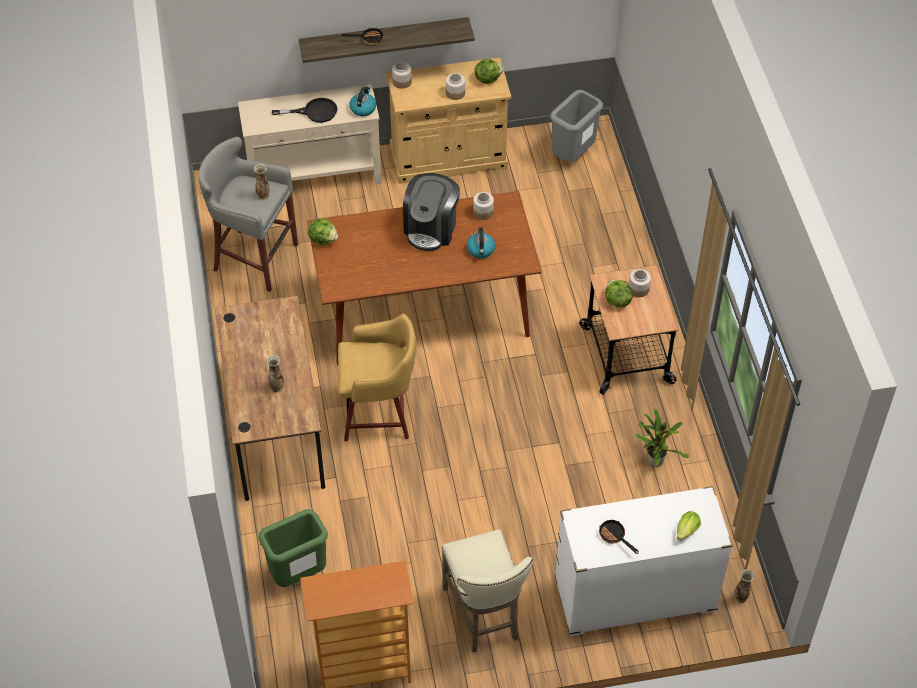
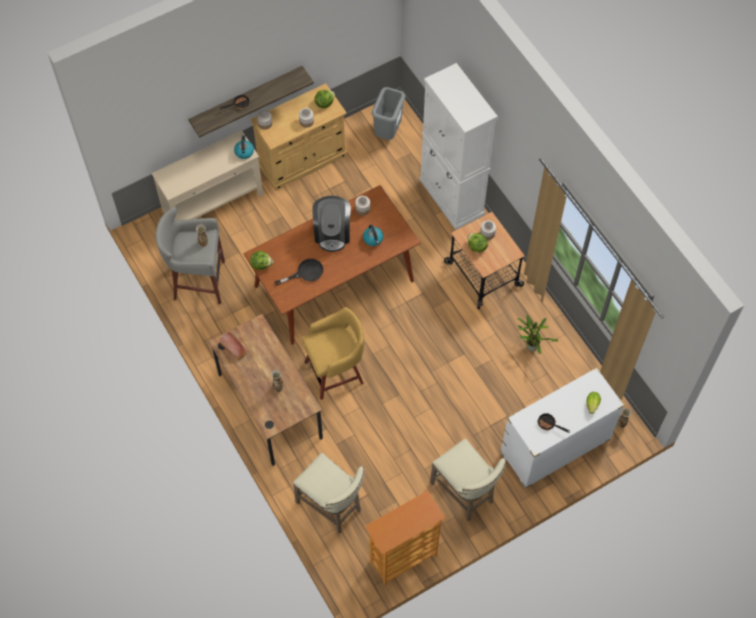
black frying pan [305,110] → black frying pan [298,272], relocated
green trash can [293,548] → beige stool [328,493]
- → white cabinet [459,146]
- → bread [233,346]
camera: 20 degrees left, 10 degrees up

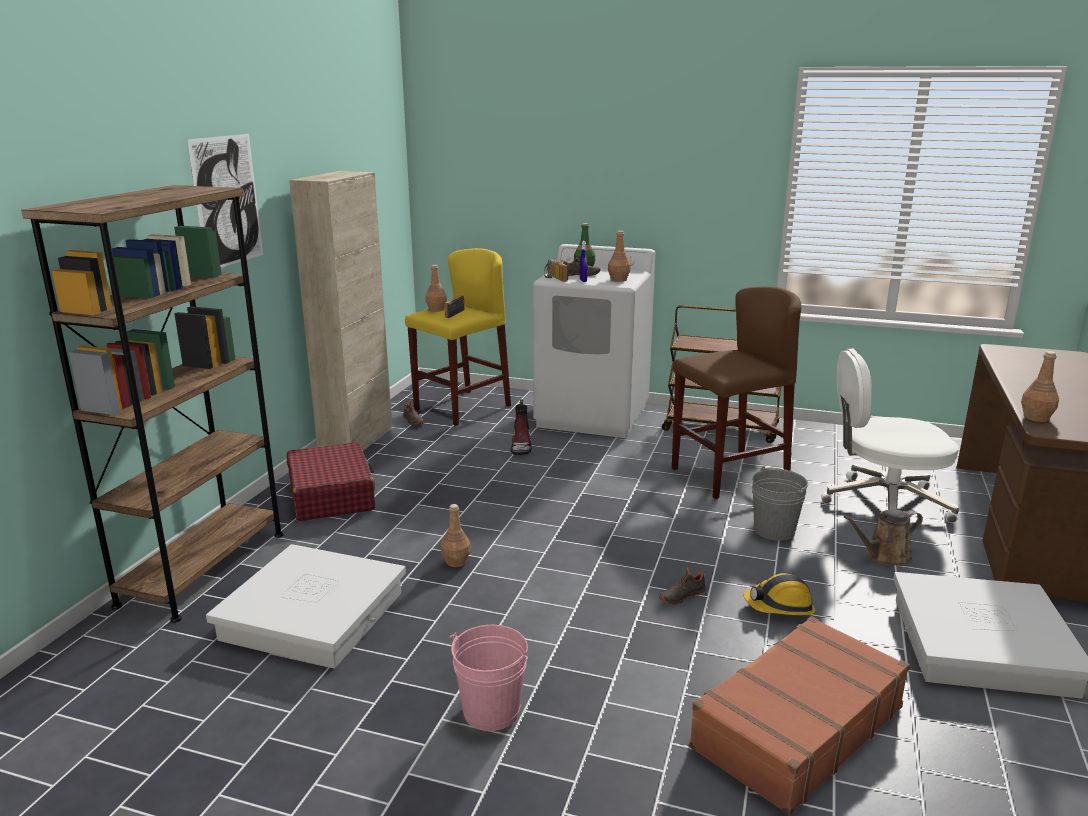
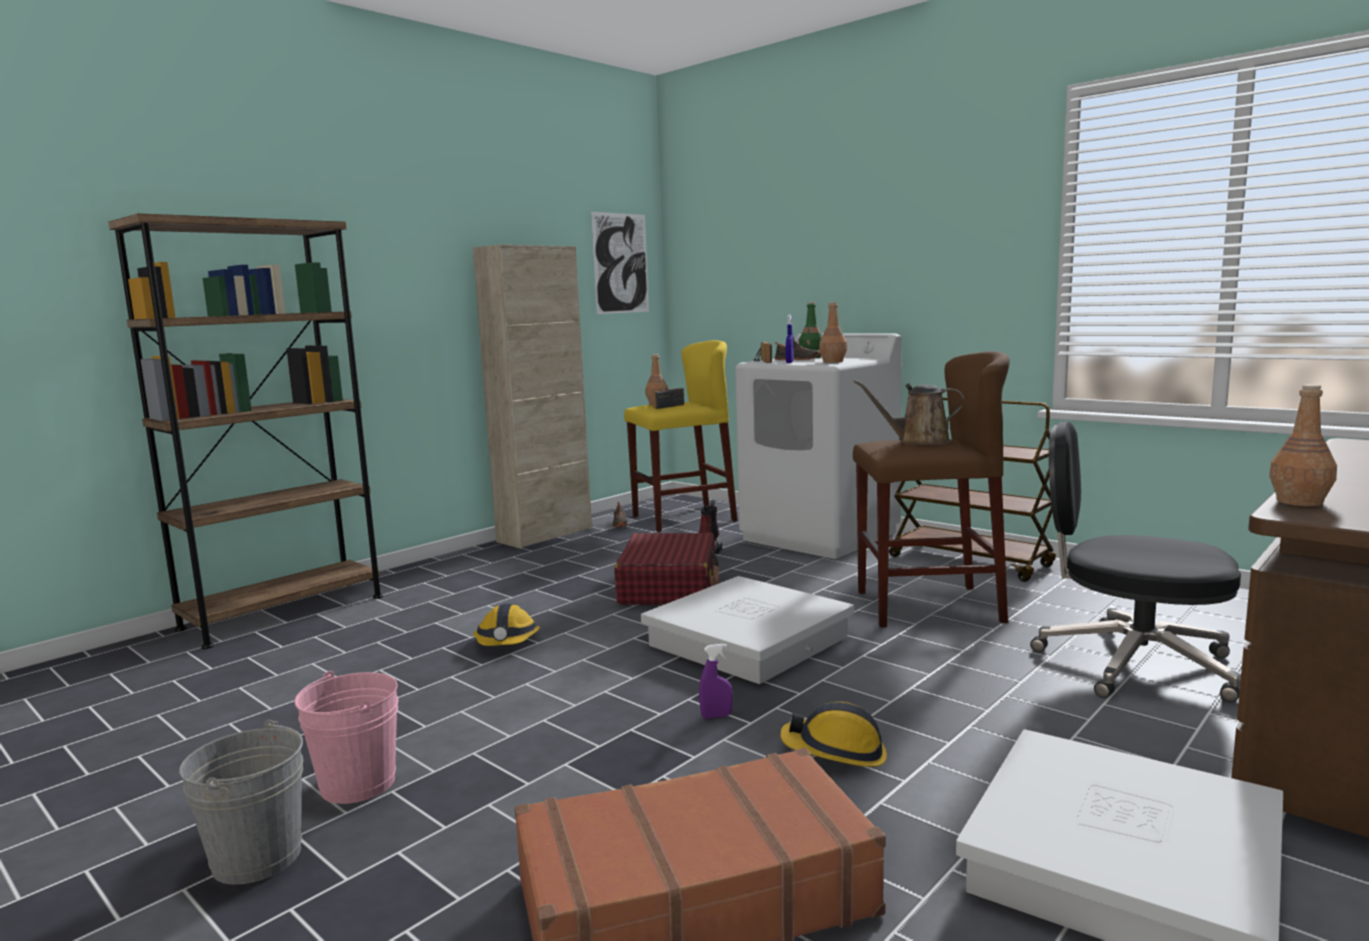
picture [225,201] → picture [620,263], relocated
white office chair [890,435] → black office chair [1135,562]
red suitcase [331,481] → red suitcase [667,569], relocated
grey bucket [780,503] → grey bucket [241,802], relocated
brown bottle [456,535] → hard hat [506,625]
brown watering can [883,537] → brown watering can [908,412], relocated
white storage box [306,606] → white storage box [747,630], relocated
black shoe [682,586] → purple spray bottle [716,681]
camera: 25 degrees right, 10 degrees down

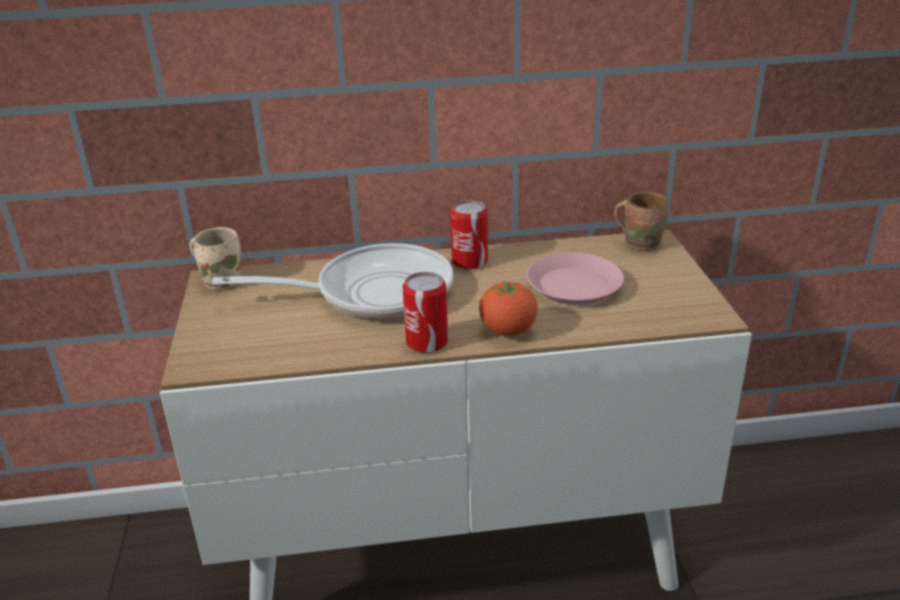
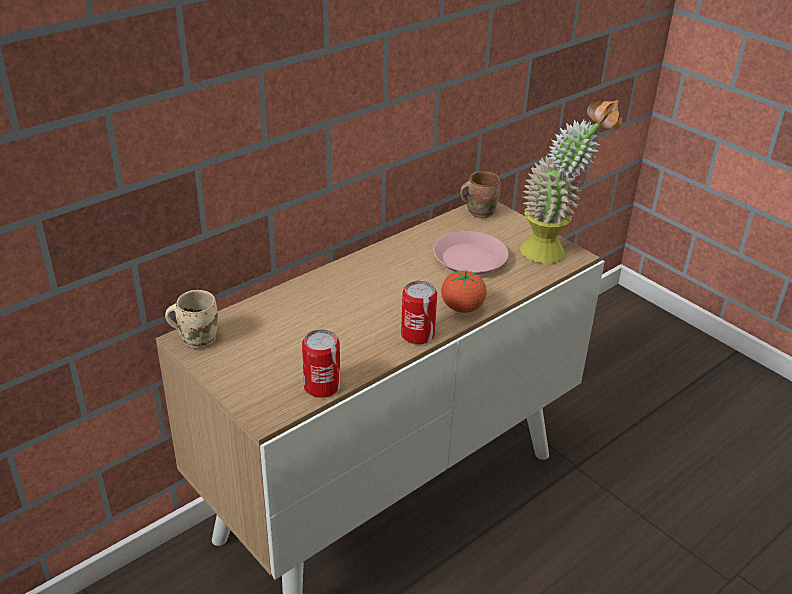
can [469,235] → can [321,363], relocated
frying pan [333,281] → -
- → potted plant [571,181]
camera: 35 degrees left, 5 degrees up

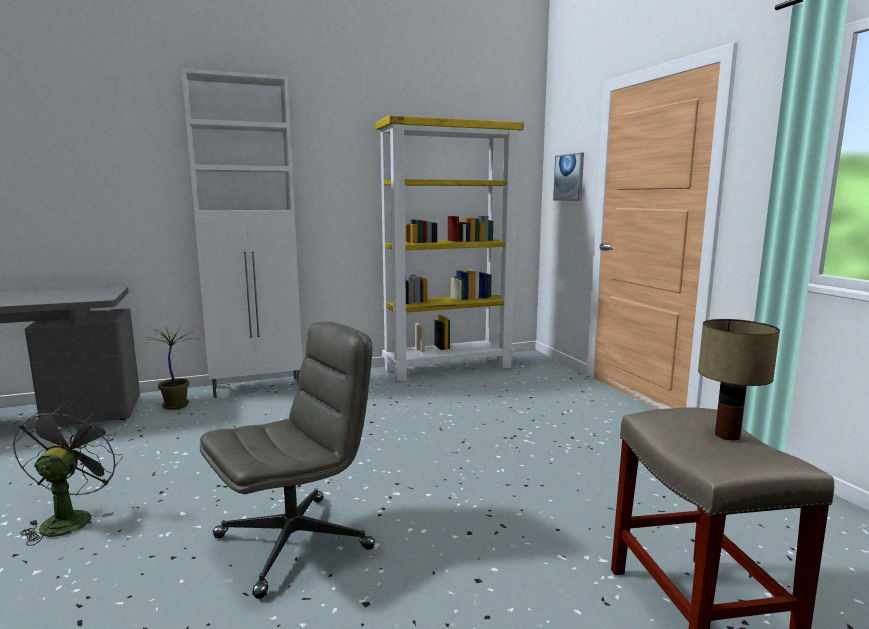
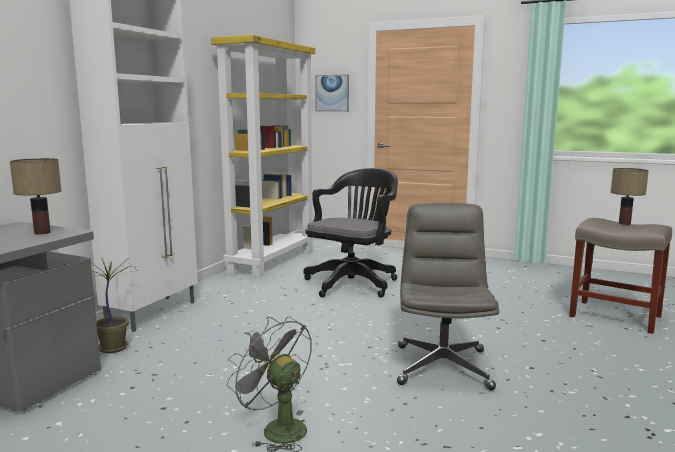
- → table lamp [36,196]
- → black office chair [350,232]
camera: 45 degrees left, 0 degrees up

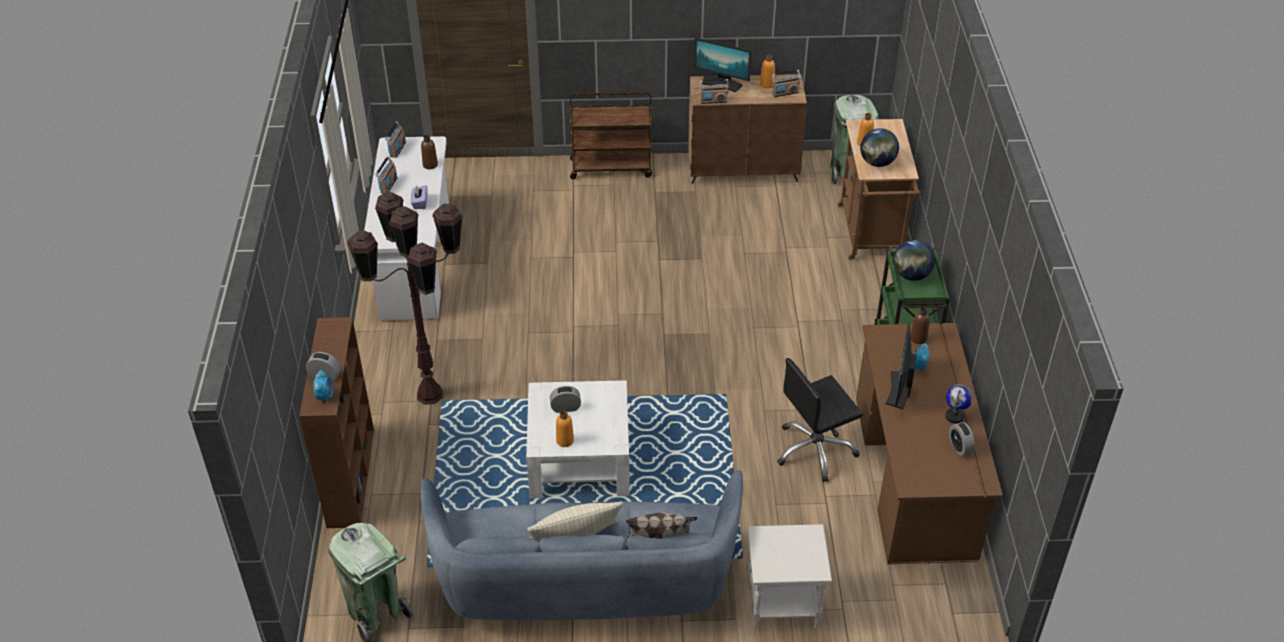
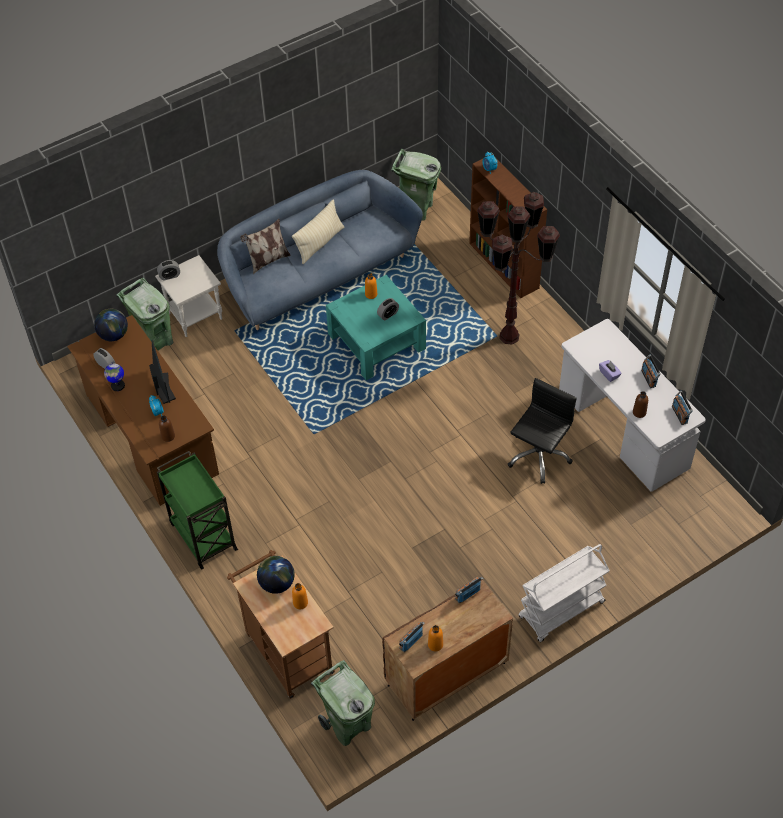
monitor [723,65] → -
brown cart [611,135] → white cart [564,593]
globe [914,260] → globe [111,325], relocated
alarm clock [323,367] → alarm clock [168,270], relocated
black office chair [820,420] → black office chair [542,431], relocated
white coffee table [578,439] → turquoise coffee table [376,327]
- → green trash can [145,314]
camera: 150 degrees right, 10 degrees up

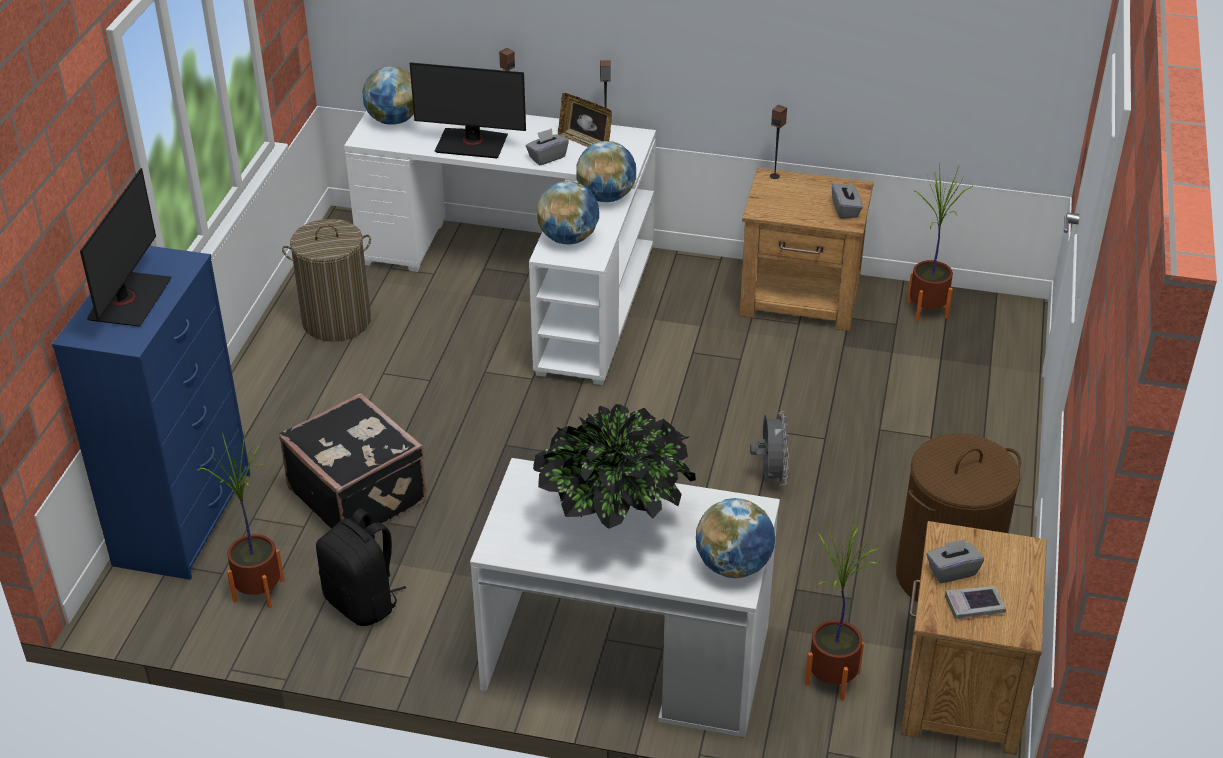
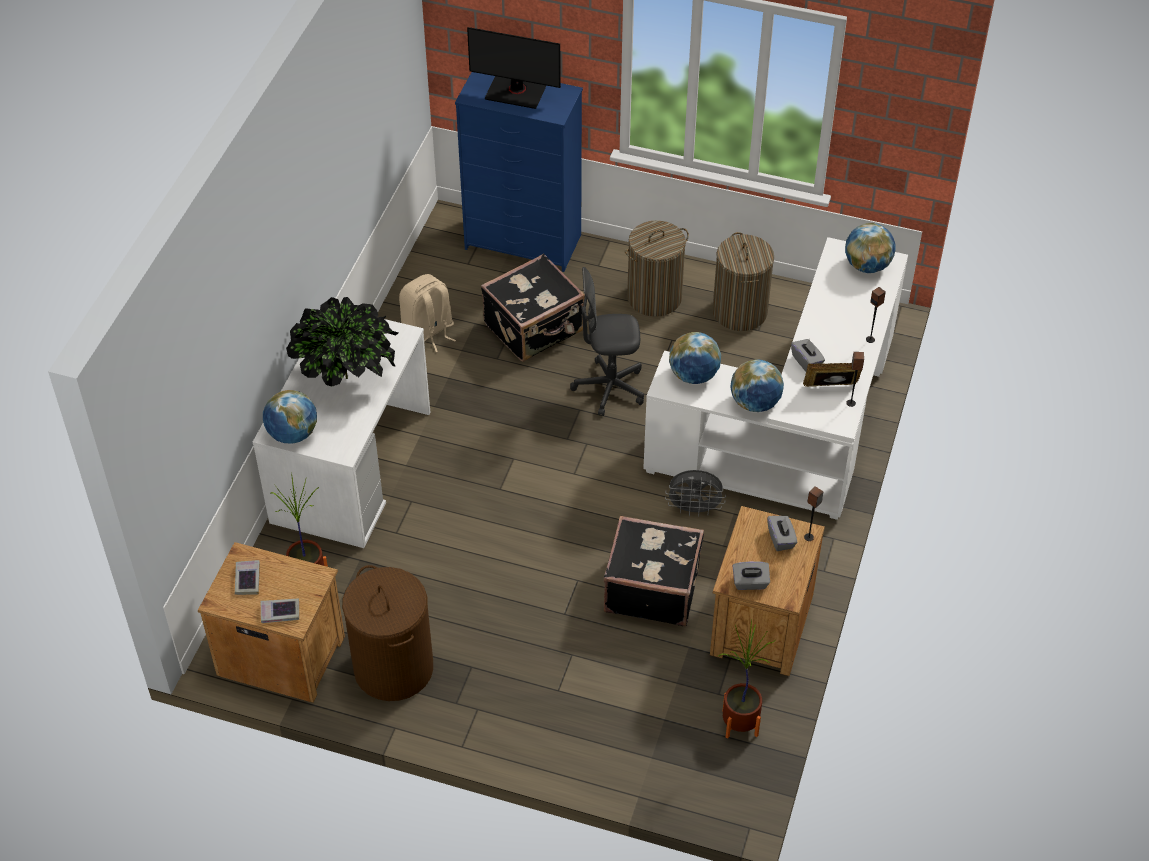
monitor [468,110] → -
picture frame [585,120] → picture frame [832,375], 45 degrees clockwise
grey fan [769,448] → grey fan [695,493], relocated
potted plant [241,520] → -
black backpack [361,567] → beige backpack [427,313]
grey tissue box [955,561] → grey tissue box [782,533], relocated
- → laundry basket [657,268]
- → grey office chair [607,341]
- → black suitcase [653,571]
- → book [280,610]
camera: 95 degrees right, 10 degrees up

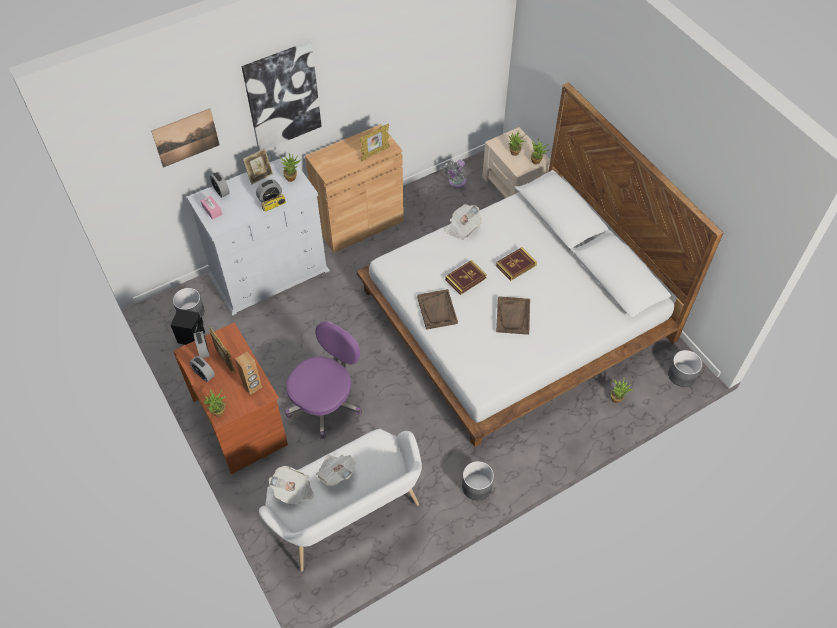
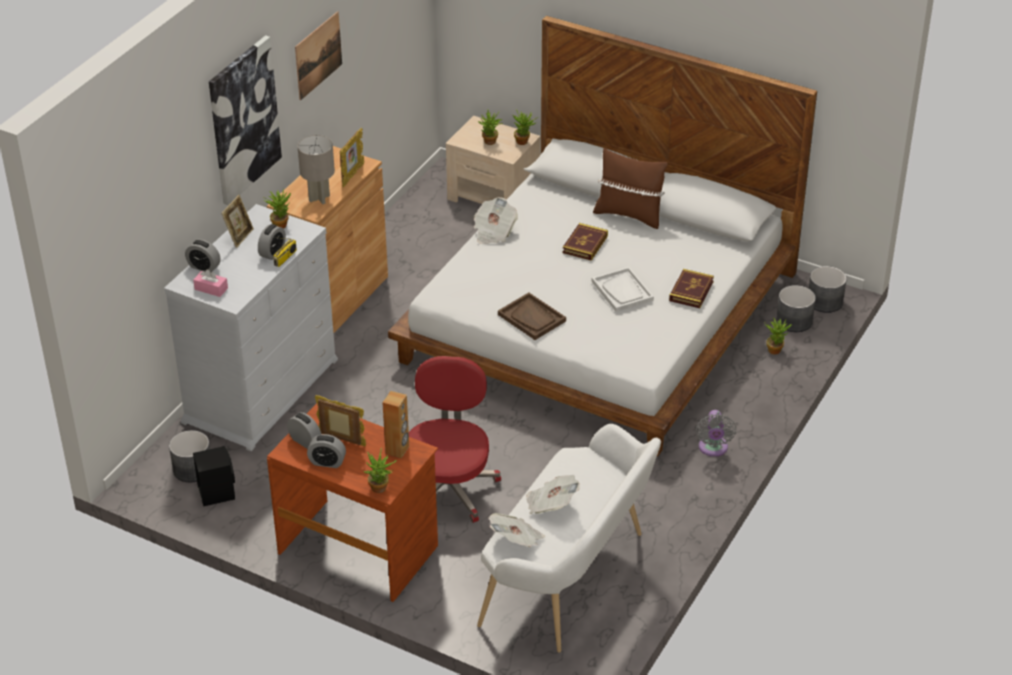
picture [185,138] → picture [318,55], relocated
grey fan [455,174] → grey fan [716,433], relocated
book [466,277] → book [691,288], relocated
brown tray [513,315] → white tray [623,289]
purple office chair [323,380] → red office chair [455,439]
grey planter [478,481] → grey planter [796,308], relocated
- → grey table lamp [316,169]
- → brown pillow [630,188]
camera: 30 degrees left, 15 degrees down

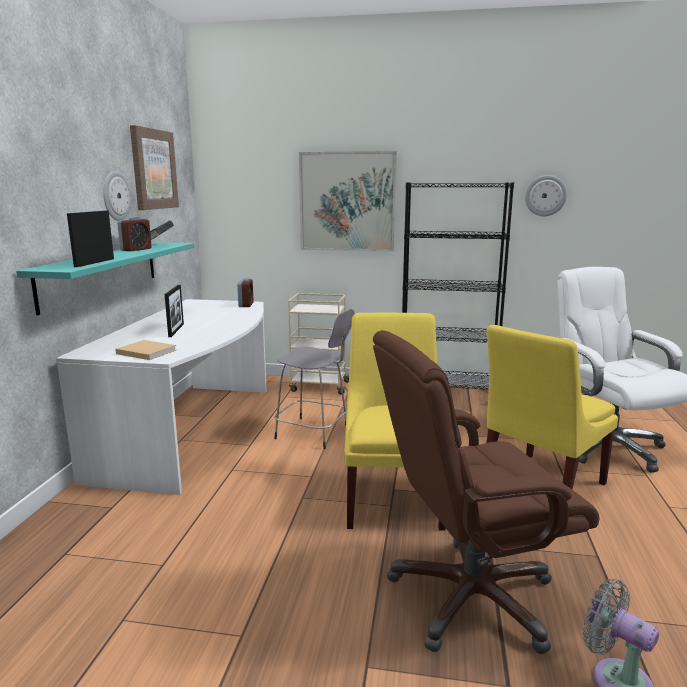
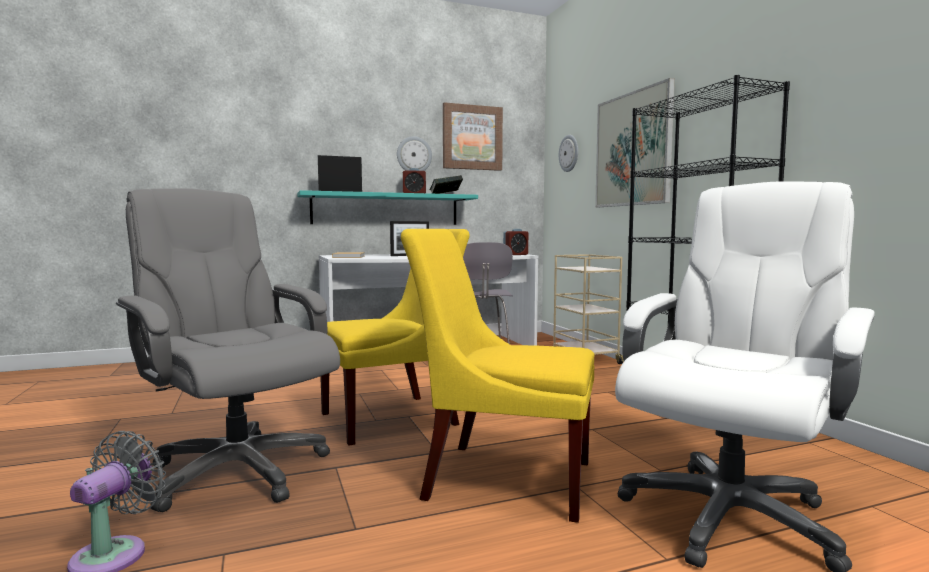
wall clock [546,195] → wall clock [568,153], relocated
brown office chair [486,492] → grey office chair [228,350]
camera: 60 degrees right, 10 degrees down

